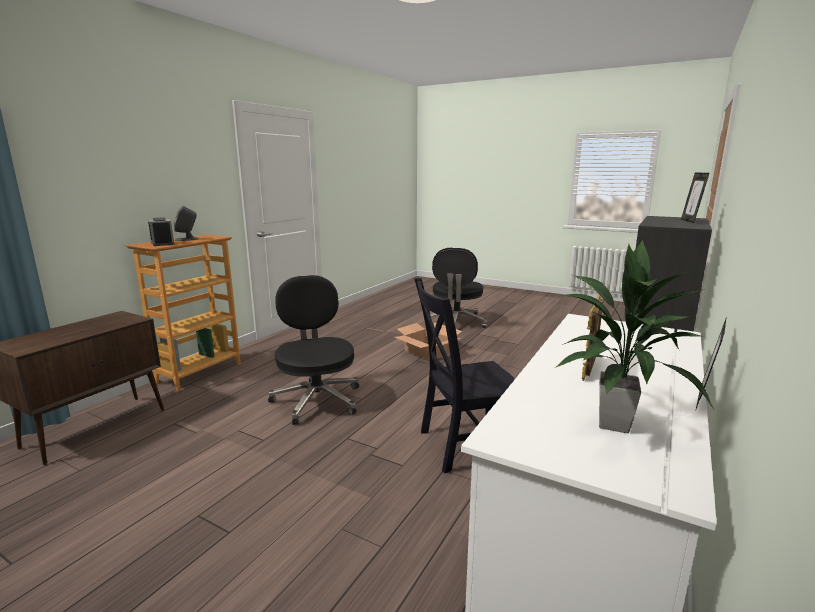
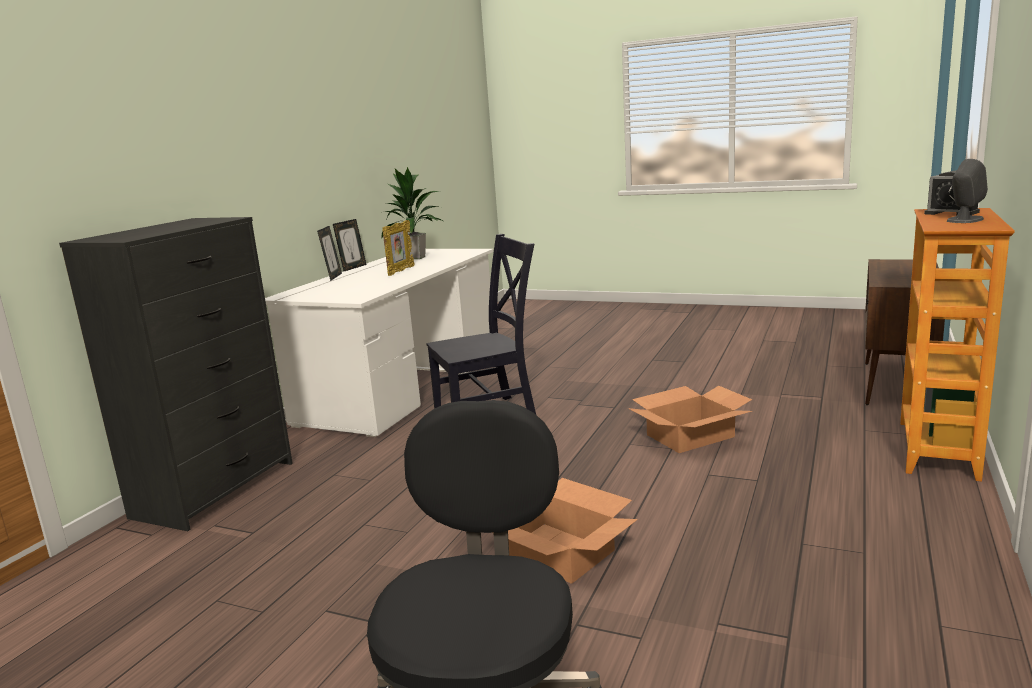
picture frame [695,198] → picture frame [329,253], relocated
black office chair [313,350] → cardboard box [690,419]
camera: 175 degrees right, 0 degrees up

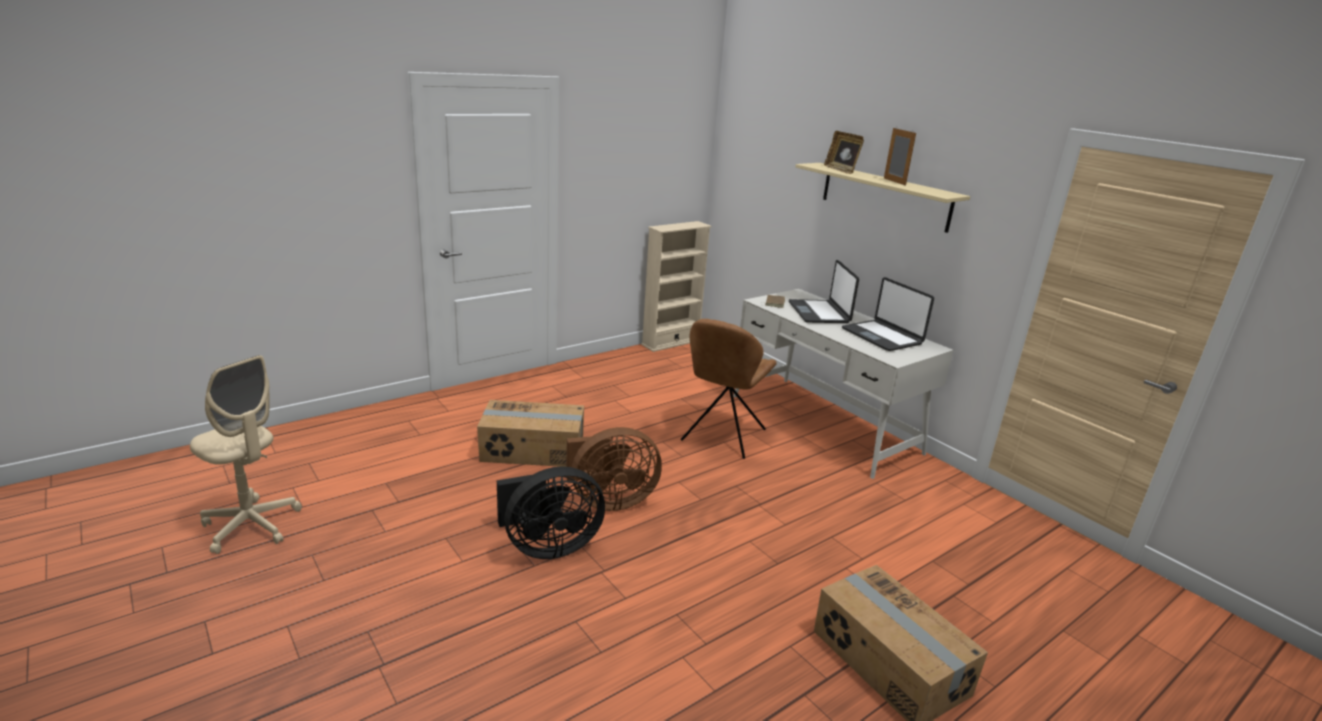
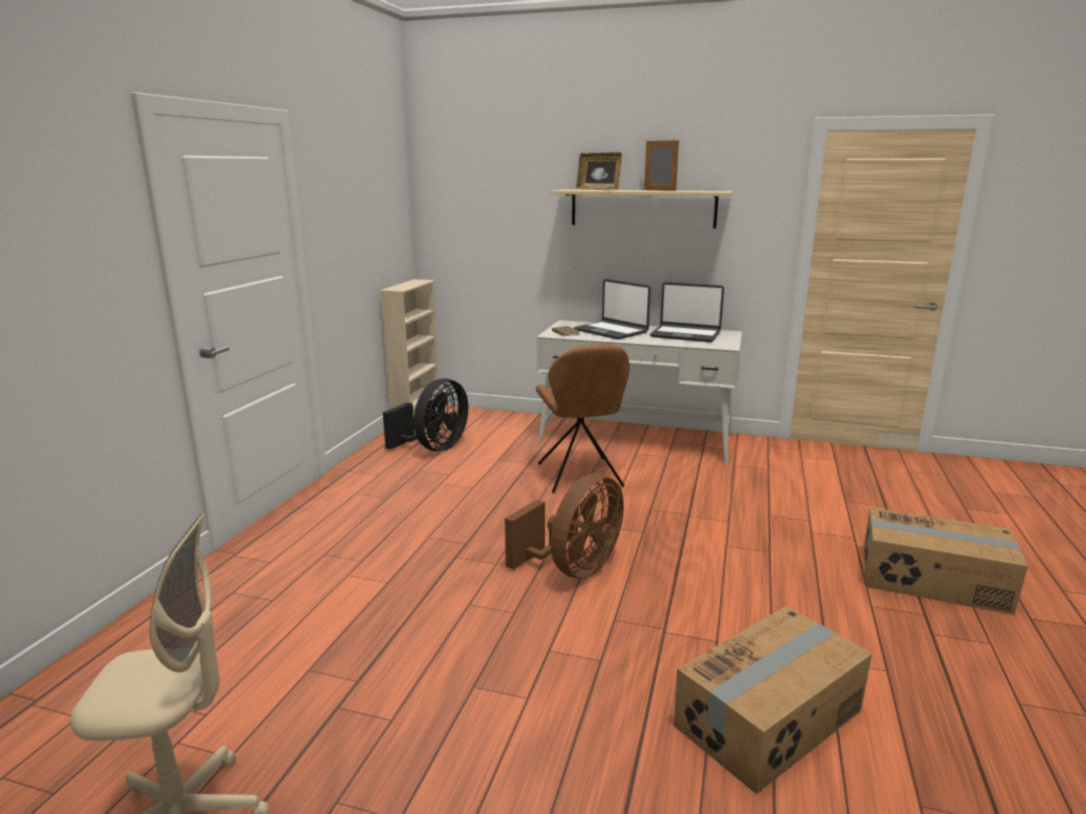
cardboard box [530,433] → cardboard box [773,700], relocated
black fan [551,512] → black fan [425,415], relocated
camera: 35 degrees left, 5 degrees down

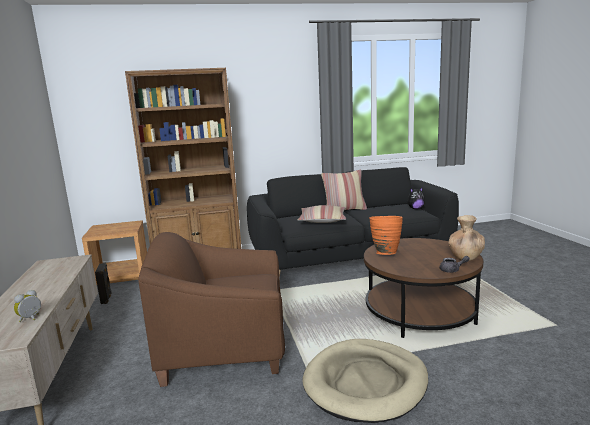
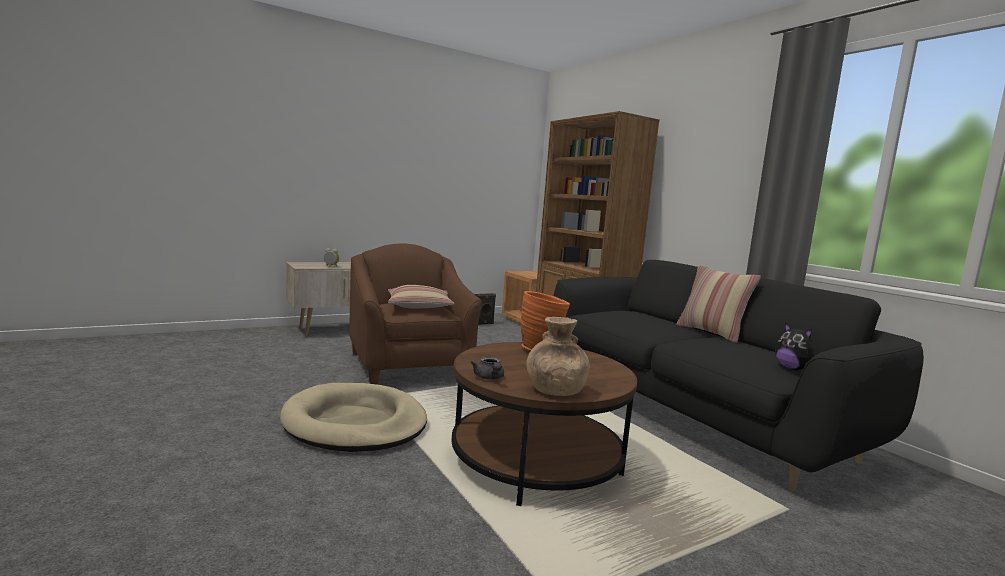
pillow [322,214] → pillow [421,297], relocated
camera: 70 degrees right, 5 degrees down

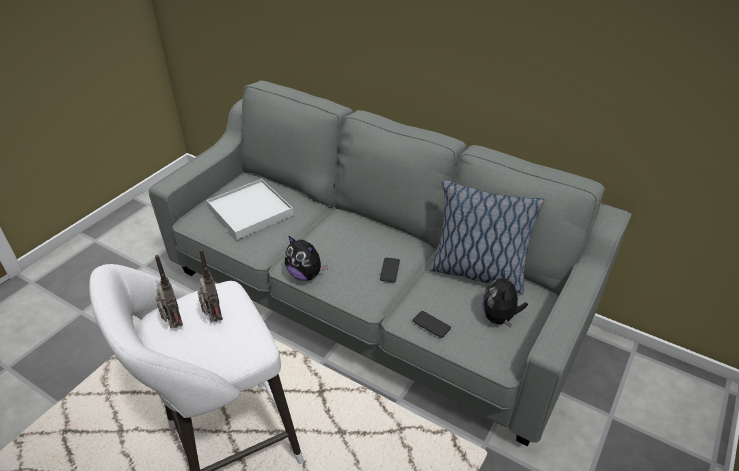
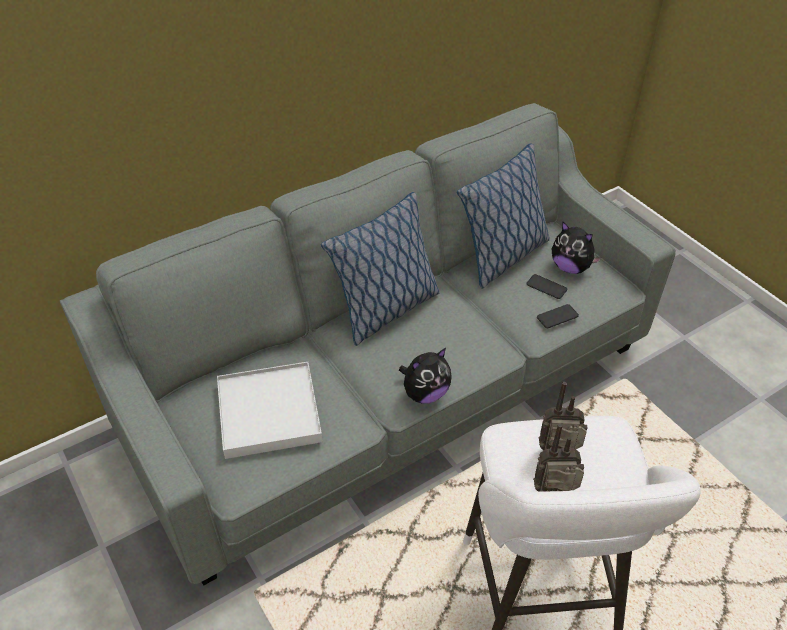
phone [390,270] → phone [546,286], relocated
- → pillow [380,269]
camera: 65 degrees left, 5 degrees up

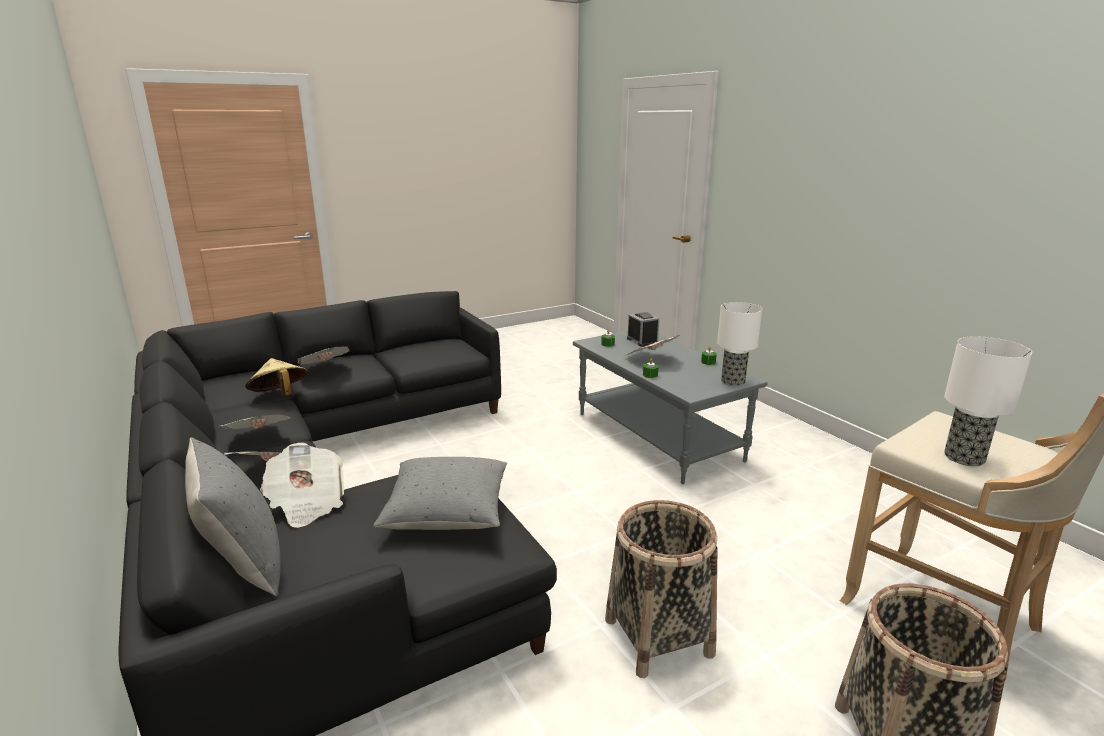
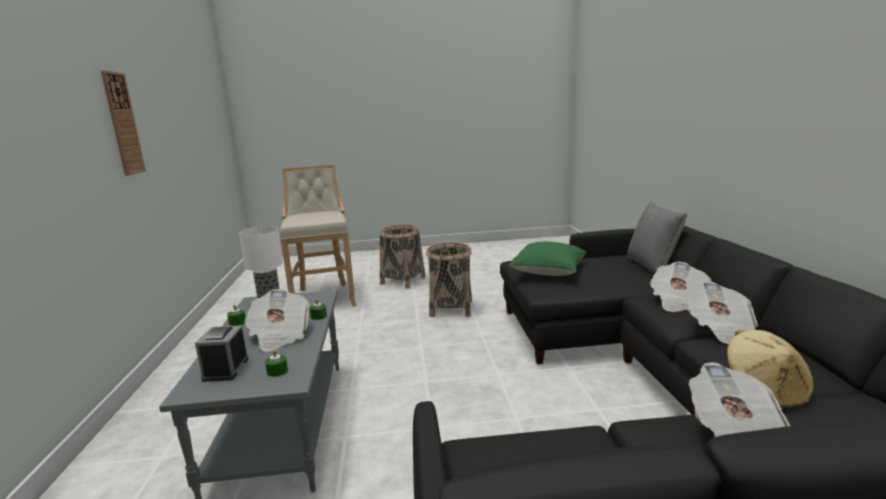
table lamp [988,401] → -
newspaper [302,485] → -
grey pillow [440,493] → green pillow [547,259]
- → wall clock [123,123]
camera: 155 degrees left, 5 degrees down

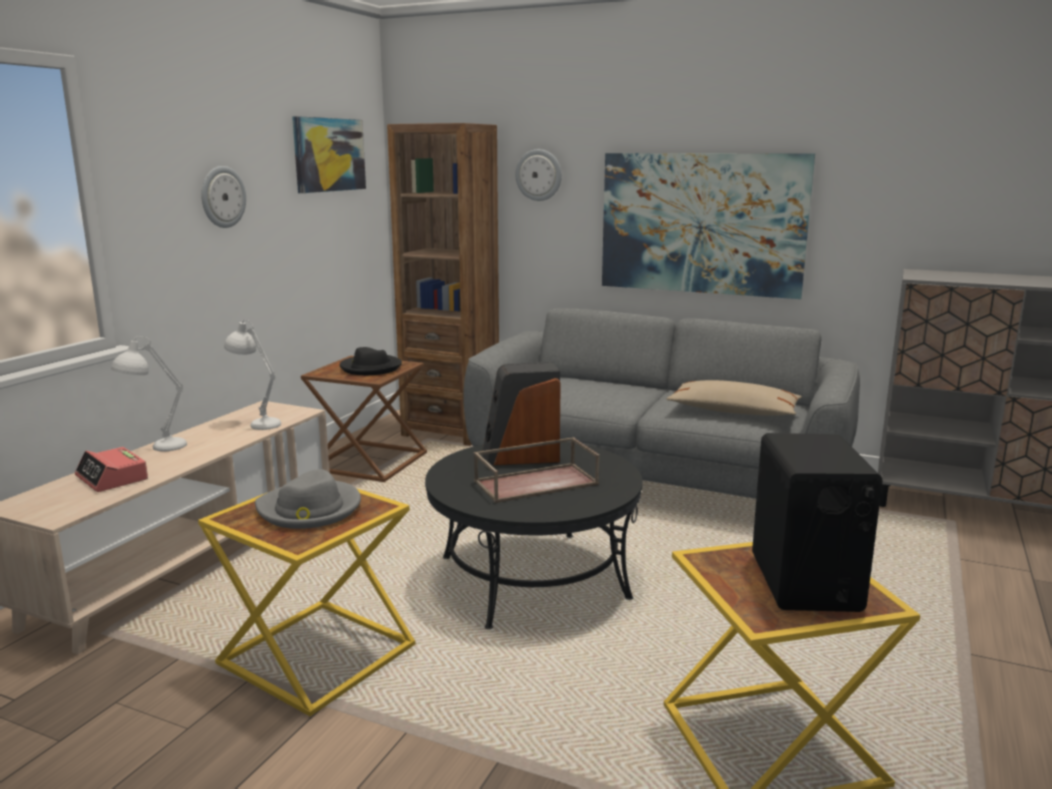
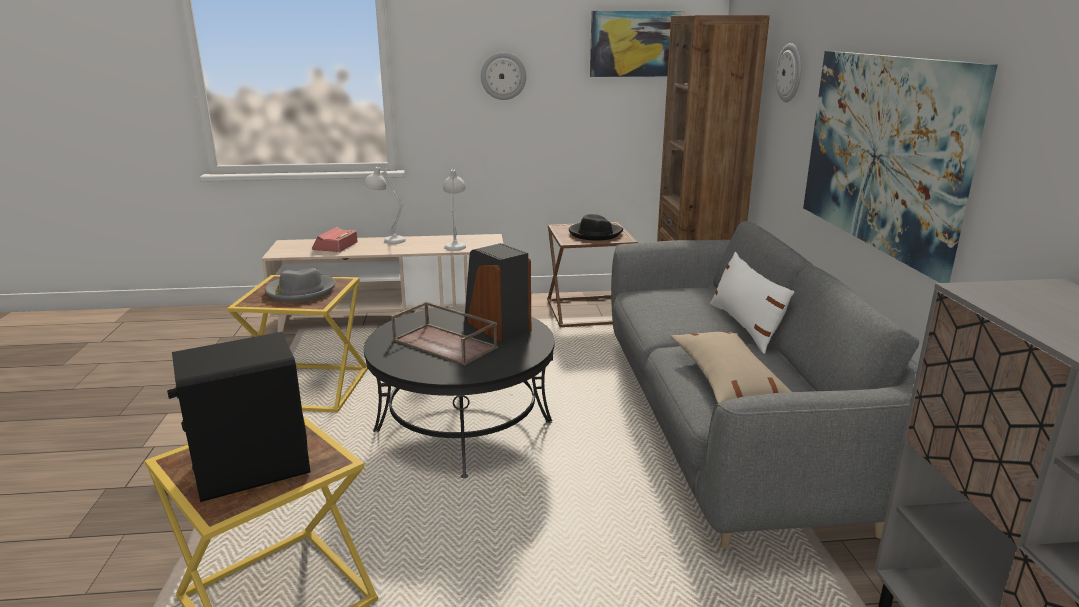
- → white pillow [752,303]
camera: 60 degrees right, 5 degrees up

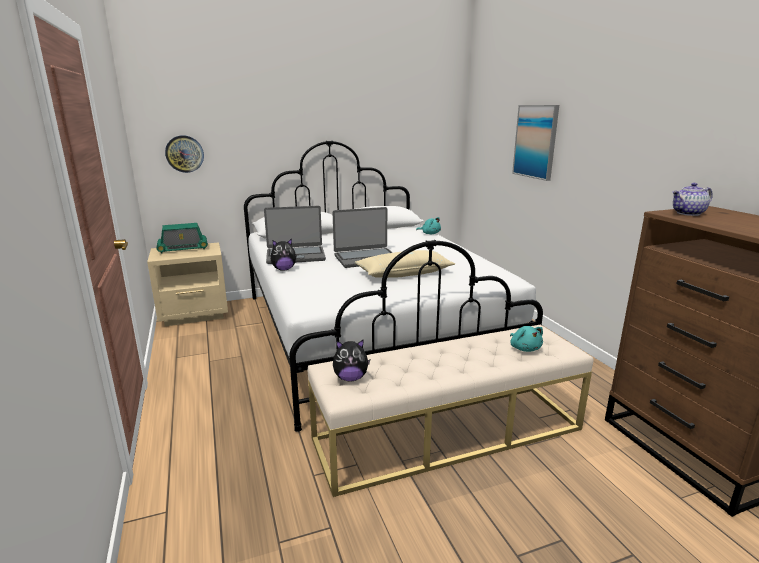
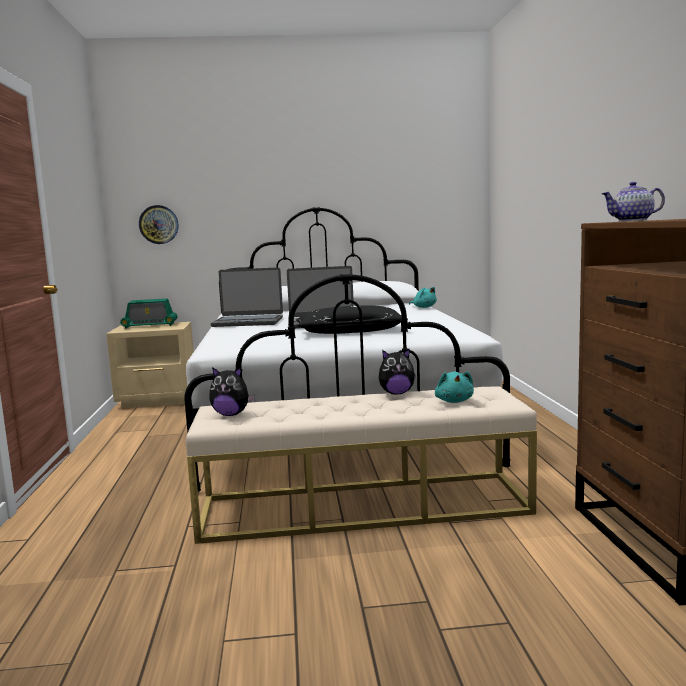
picture [535,143] → -
plush toy [284,255] → plush toy [397,371], relocated
beige pillow [405,264] → black pillow [352,319]
camera: 15 degrees right, 10 degrees down

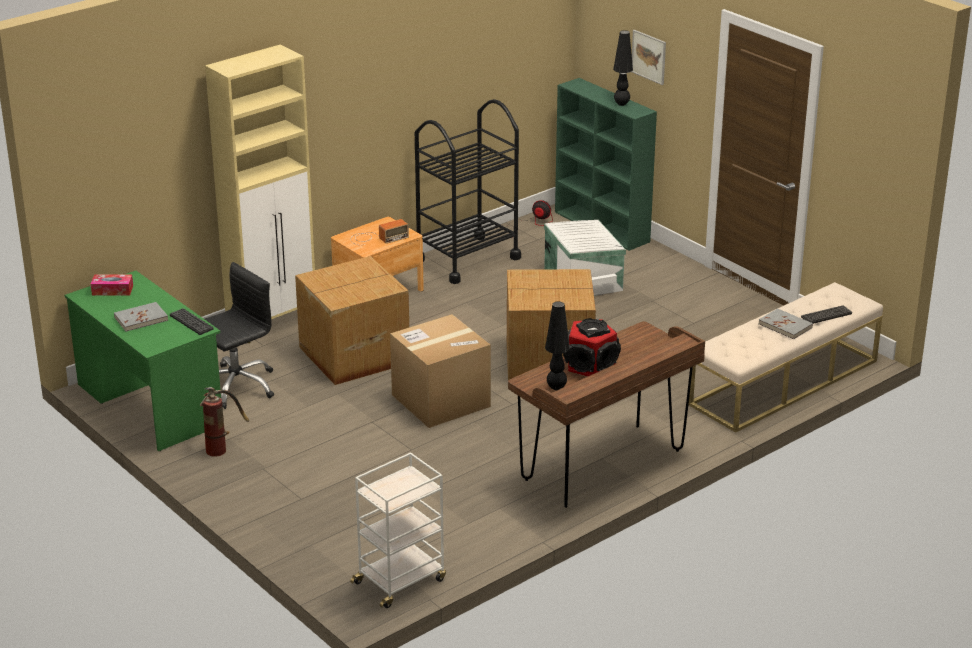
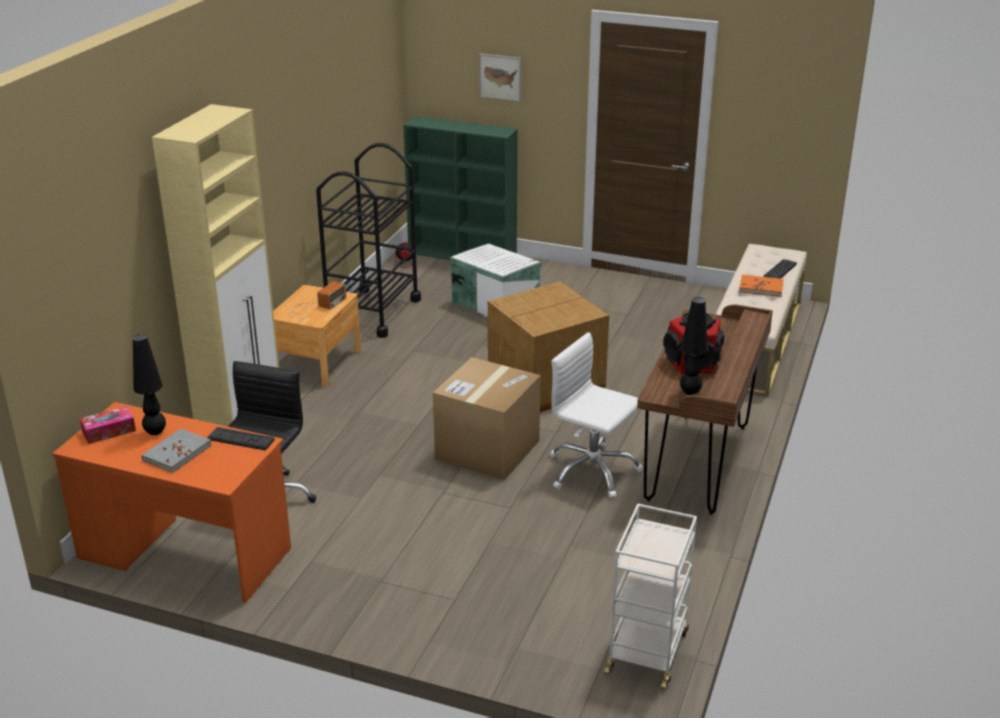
black table lamp [623,68] → black table lamp [149,384], relocated
cardboard box [352,320] → -
green desk [143,361] → orange desk [171,502]
grey book [786,323] → orange book [761,286]
fire extinguisher [224,422] → -
- → white office chair [596,415]
camera: 30 degrees left, 0 degrees up

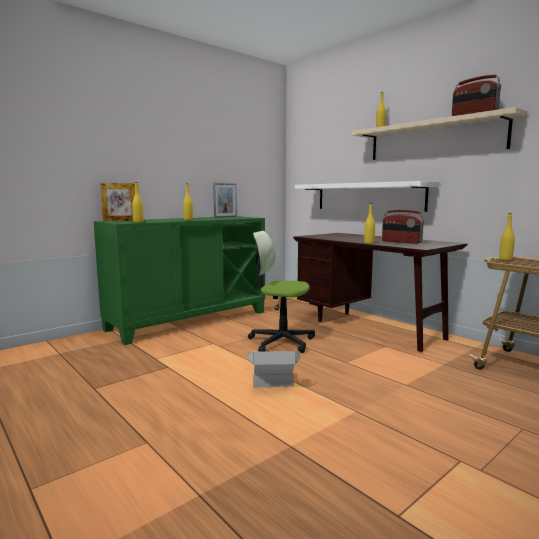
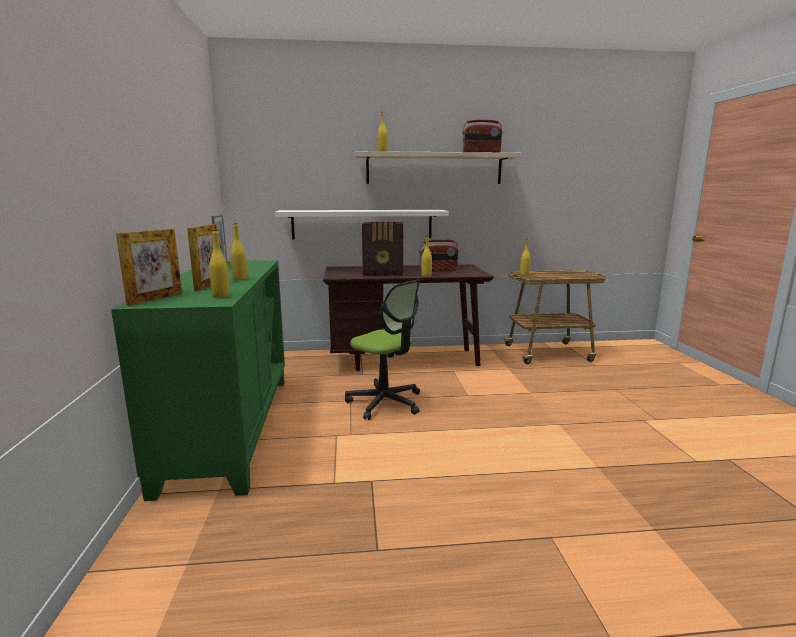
office chair [281,292] → office chair [382,350], 105 degrees counterclockwise
cardboard box [274,369] → -
- → radio [383,249]
- → picture frame [202,257]
camera: 55 degrees left, 5 degrees up

